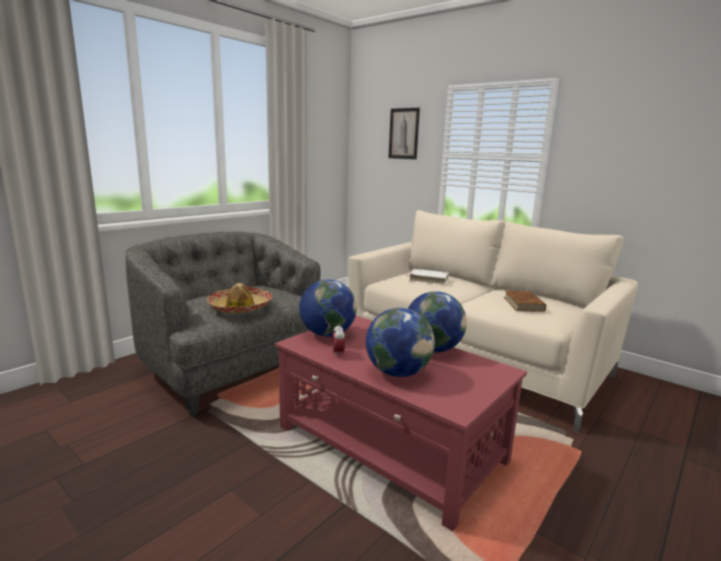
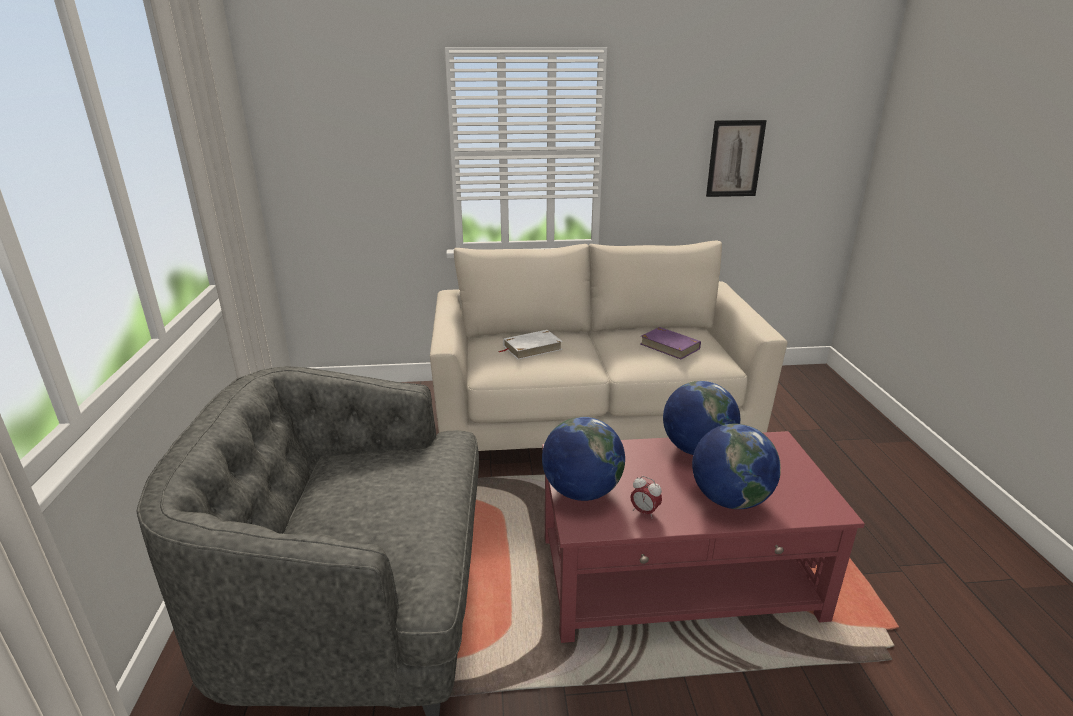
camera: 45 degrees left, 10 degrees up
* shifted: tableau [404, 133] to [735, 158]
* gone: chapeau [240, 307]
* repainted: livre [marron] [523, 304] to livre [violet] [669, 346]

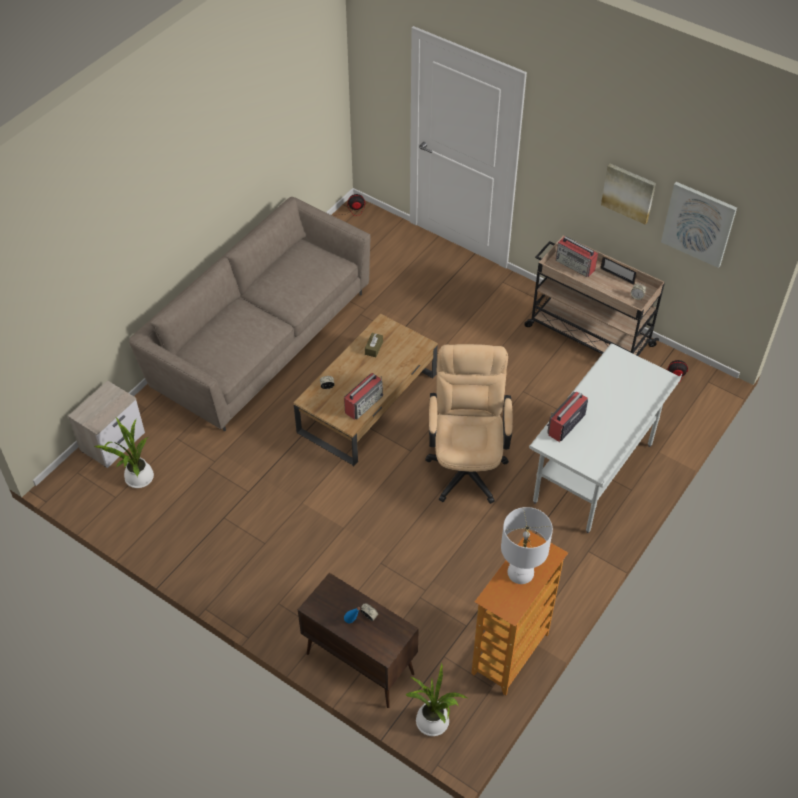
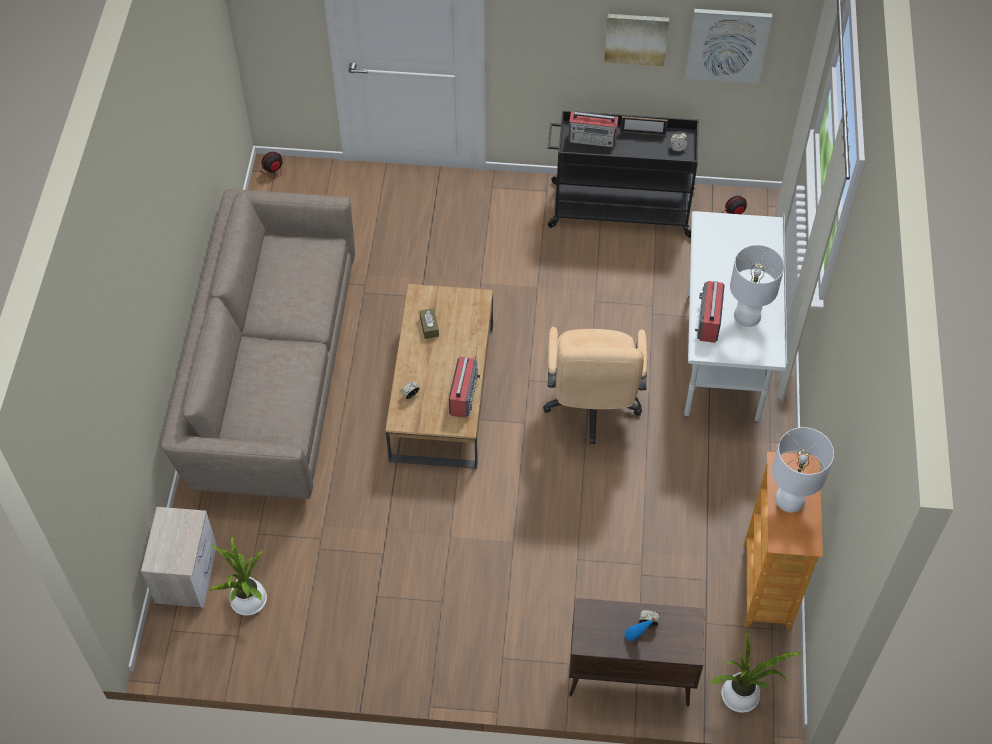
camera: 30 degrees left, 5 degrees up
* repainted: chariot [beige] [587, 335] to chariot [noir] [619, 209]
* rotated: chaise de bureau [beige] [467, 464] = [591, 408] 150 degrees counterclockwise
* new: lampe de table [blanc] [747, 315]

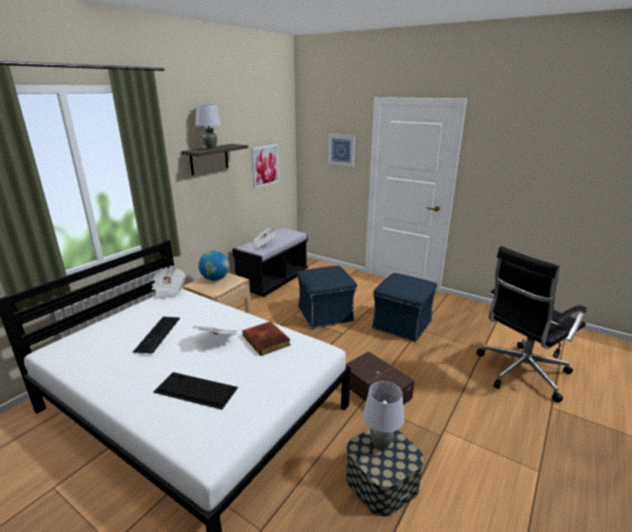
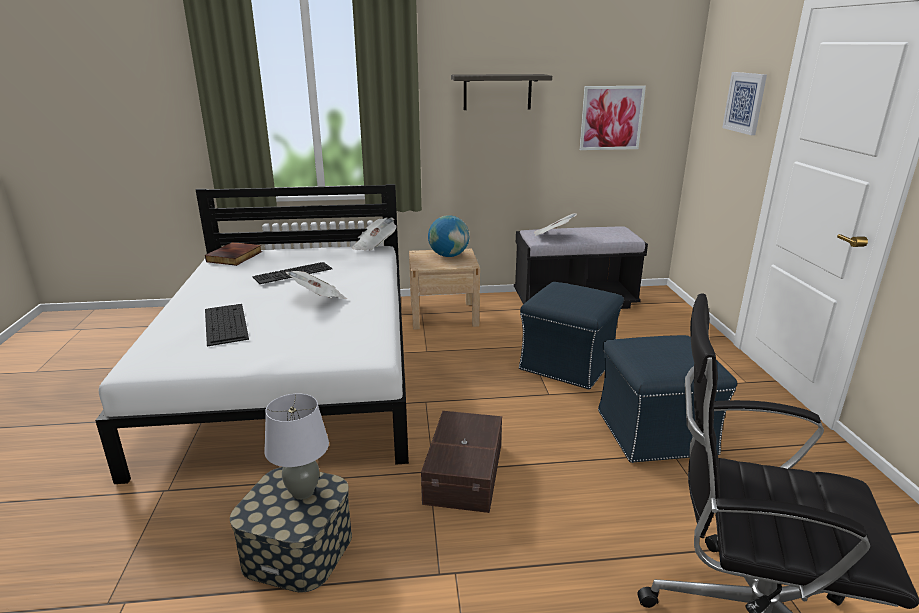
camera: 50 degrees right, 0 degrees up
* gone: lampe de table [gris] [211, 148]
* shifted: livre [267, 340] to [235, 257]

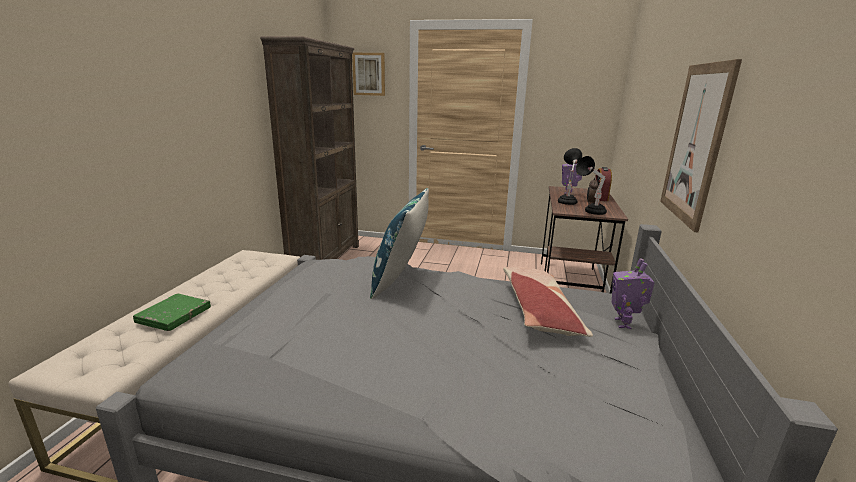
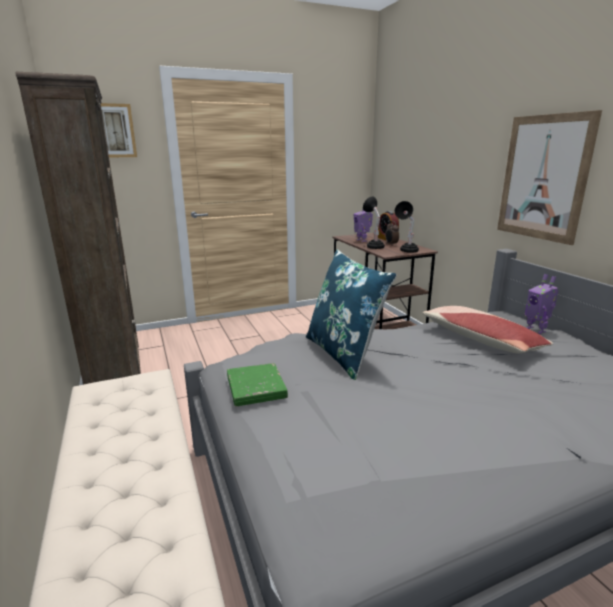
camera: 35 degrees left, 0 degrees up
* shifted: livre [vert] [174, 315] to [256, 388]

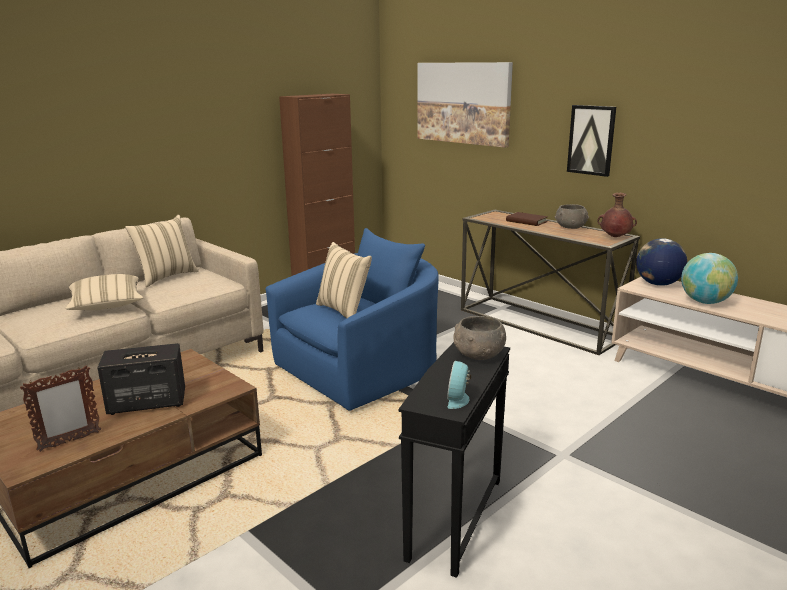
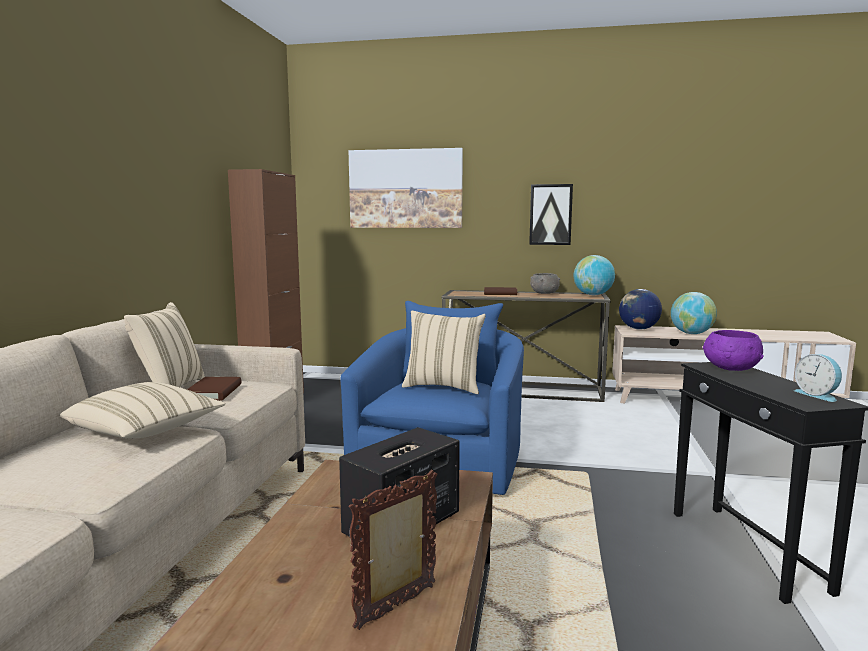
camera: 35 degrees left, 10 degrees down
* swapped: vase [marron] [614, 237] to globe [593, 295]
* repainted: bol [gris] [478, 355] to bol [violet] [730, 368]
* rotated: cadre photo [69, 441] = [397, 607] 150 degrees counterclockwise
* new: livre [marron] [214, 392]

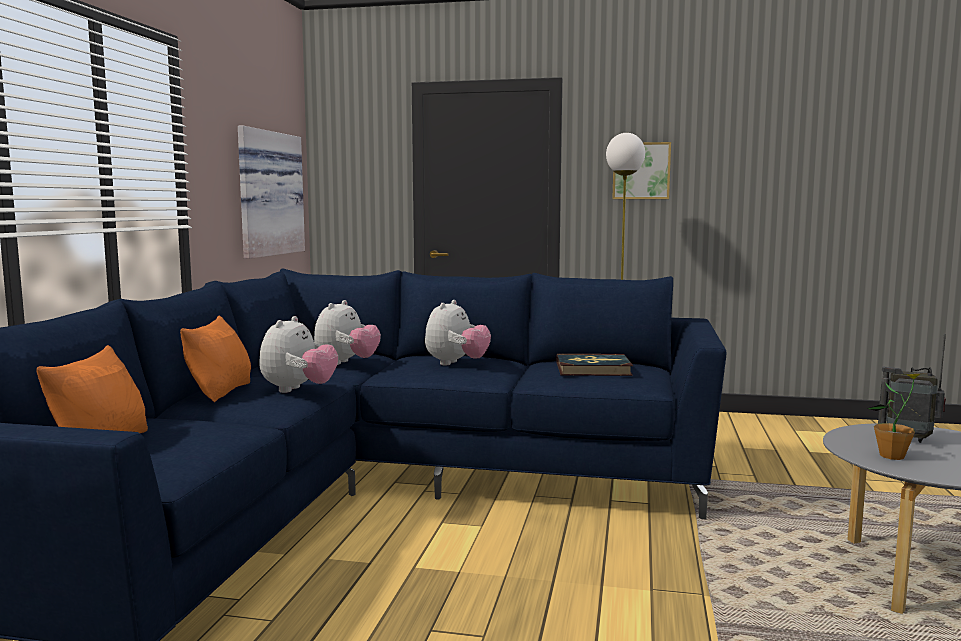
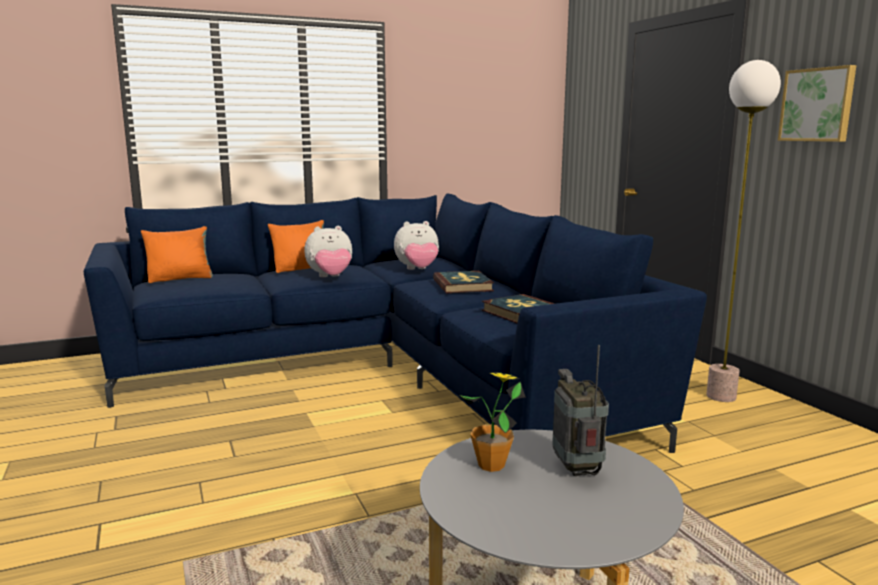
camera: 55 degrees right, 5 degrees up
* gone: tableau [267, 193]
* swapped: peluche [456, 364] to livre [463, 285]

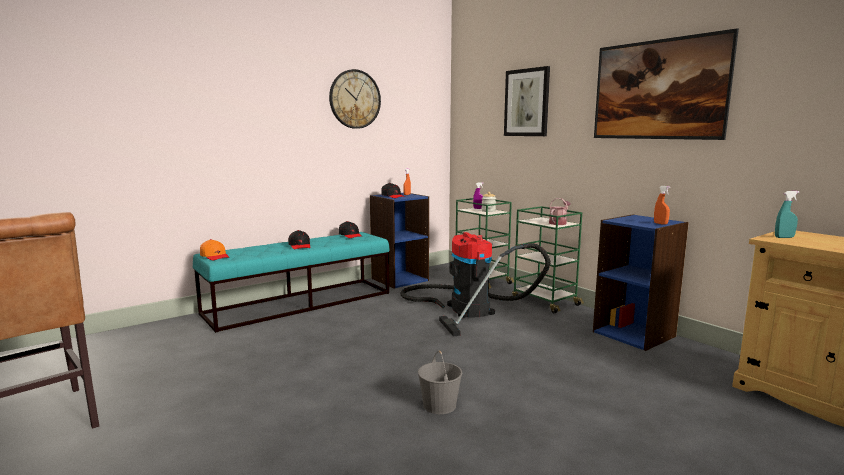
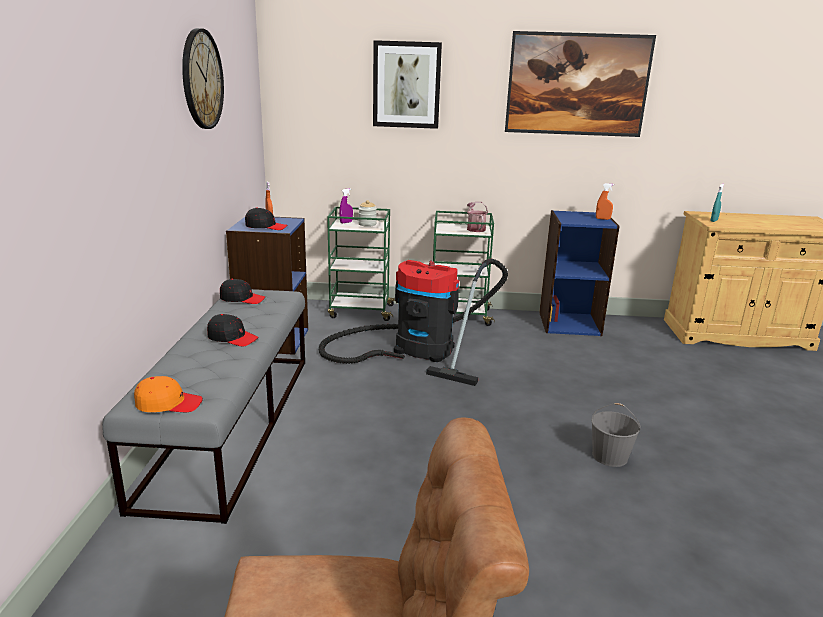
camera: 50 degrees left, 10 degrees up
* repainted: banc [turquoise] [300, 303] to banc [gris] [231, 423]

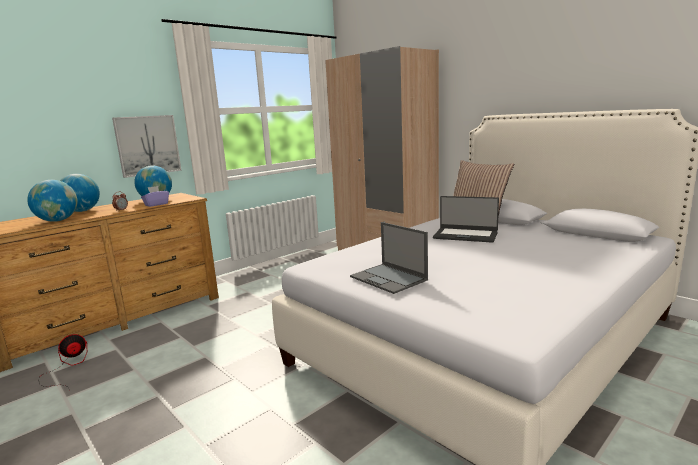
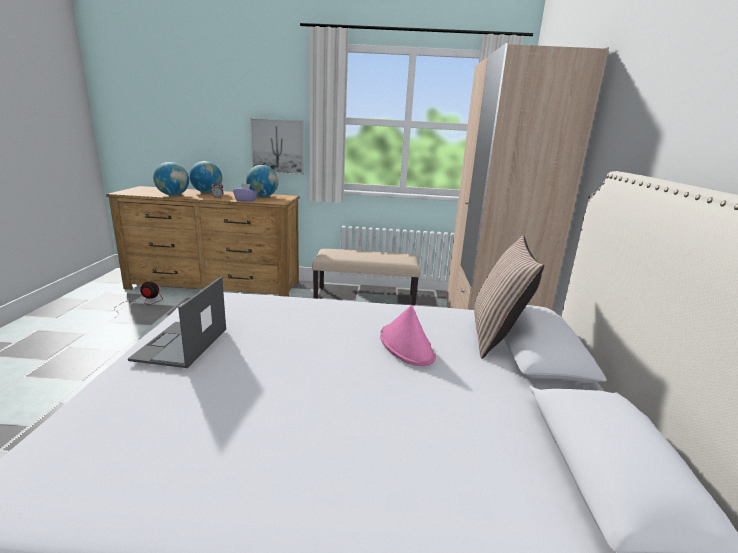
camera: 45 degrees right, 5 degrees up
* swapped: ordinateur portable [465, 235] to chapeau [rose] [407, 345]
* new: banc [beige] [365, 297]

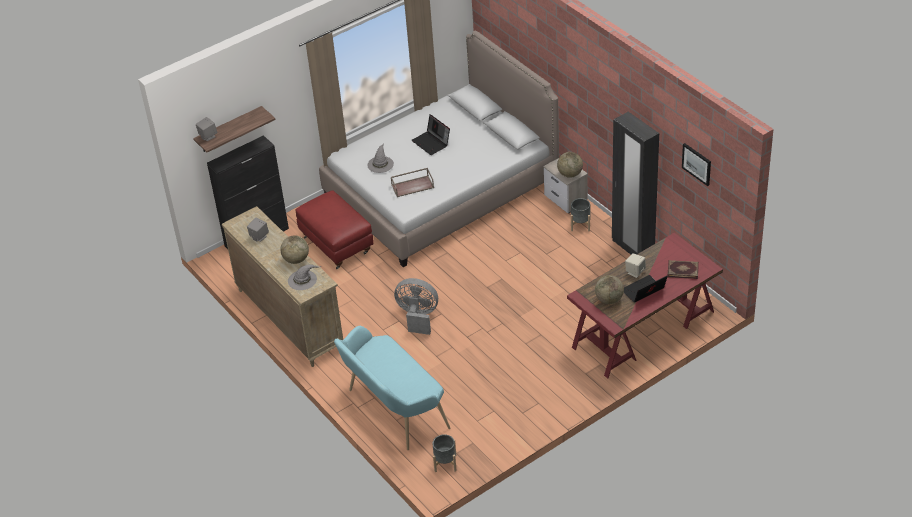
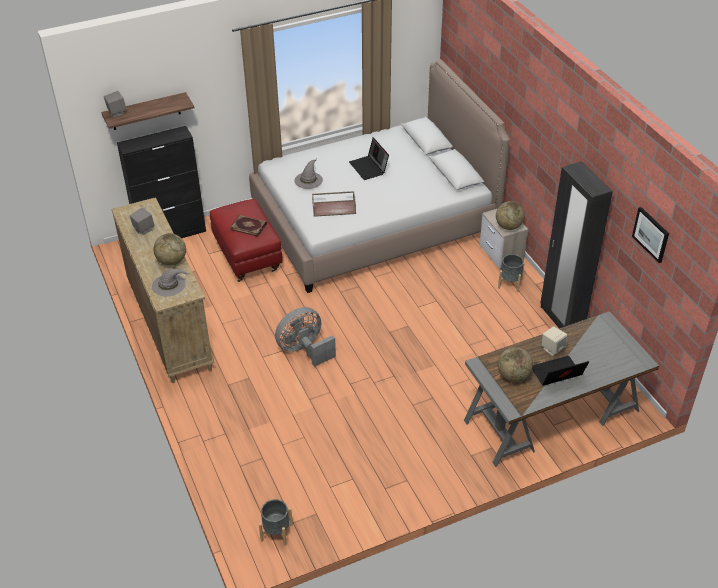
camera: 10 degrees right, 0 degrees up
* repainted: bureau [rouge] [643, 330] to bureau [gris] [552, 416]
* shifted: livre [683, 270] to [248, 226]
* rotated: ventilateur [gris] [418, 317] = [304, 350] 60 degrees counterclockwise
* gone: banc [turquoise] [393, 410]

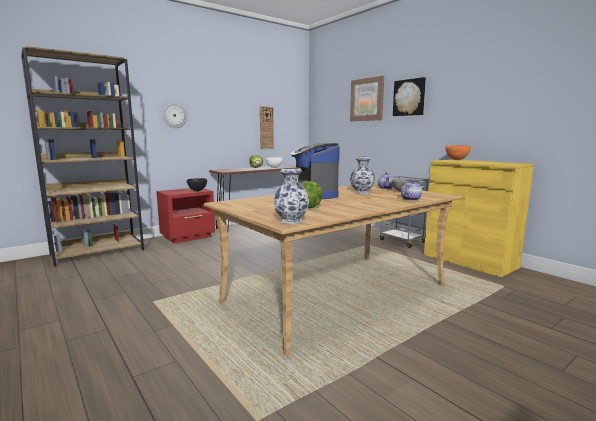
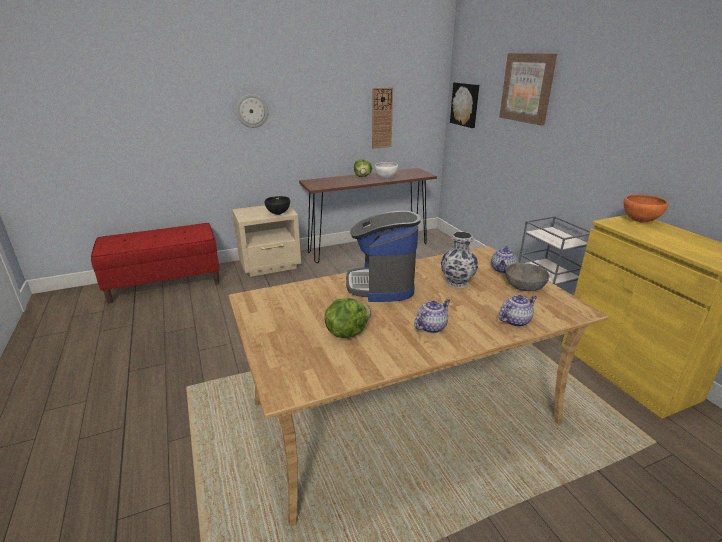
camera: 15 degrees right, 15 degrees up
* swapped: bibliothèque [marron] [98, 252] to banc [rouge] [165, 283]
* shifted: tableau [409, 97] to [465, 104]
* gone: vase [292, 221]
* repainted: table de chevet [rouge] [188, 237] to table de chevet [beige] [271, 265]
* new: théière [431, 327]

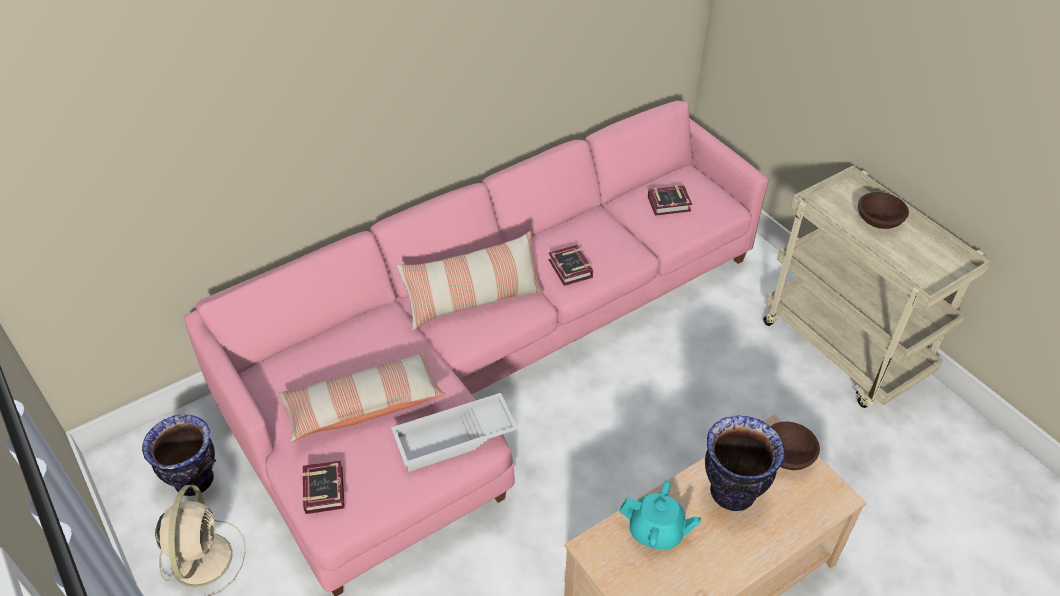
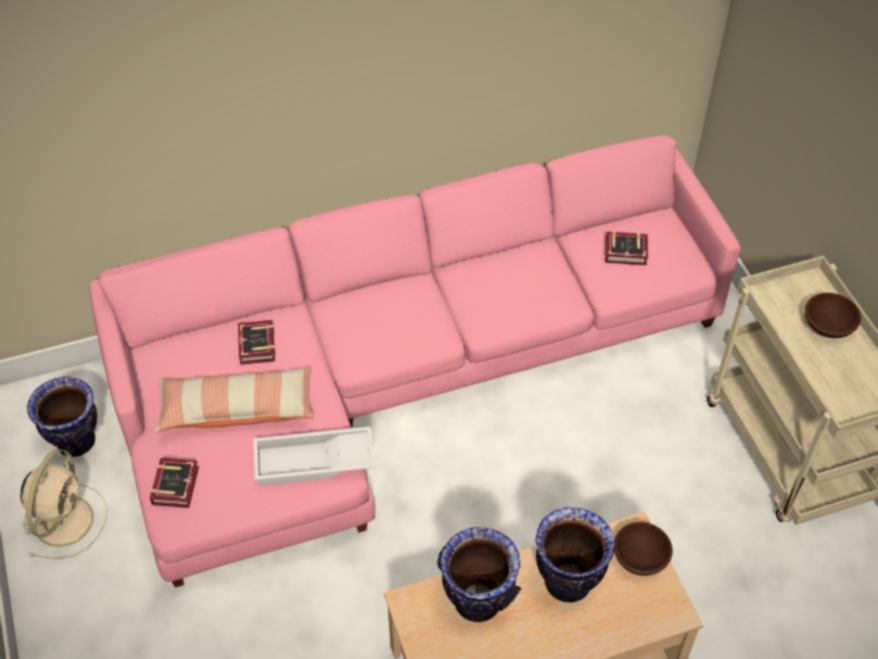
camera: 15 degrees right, 5 degrees up
* gone: coussin [473, 301]
* shifted: livre [570, 270] to [255, 347]
* swapped: théière [turquoise] [656, 531] to vase [477, 602]

